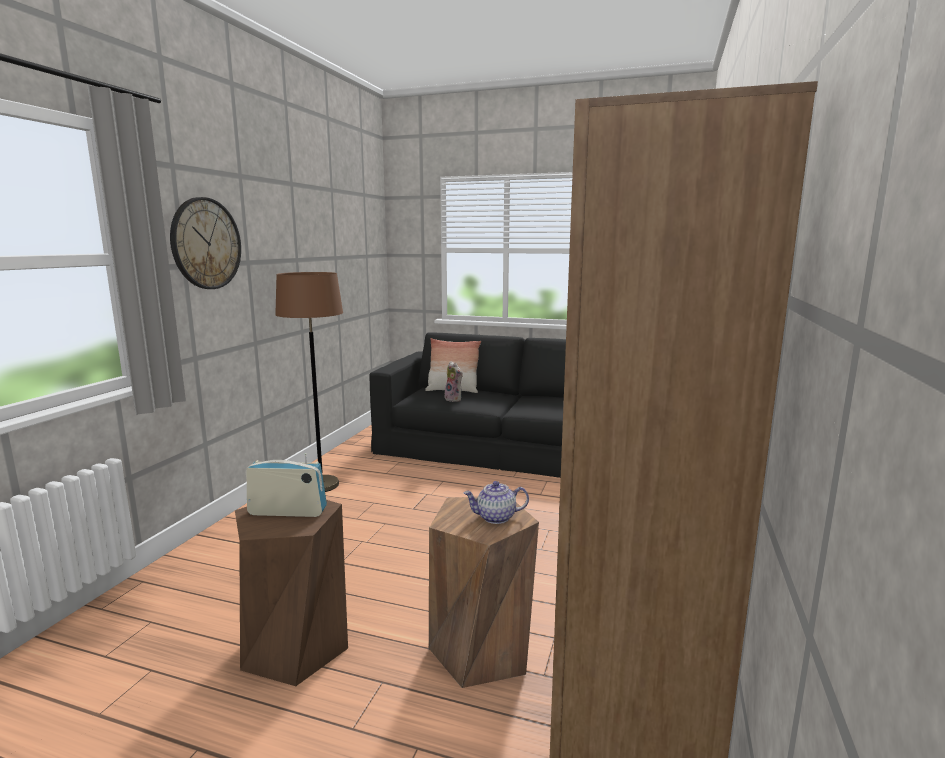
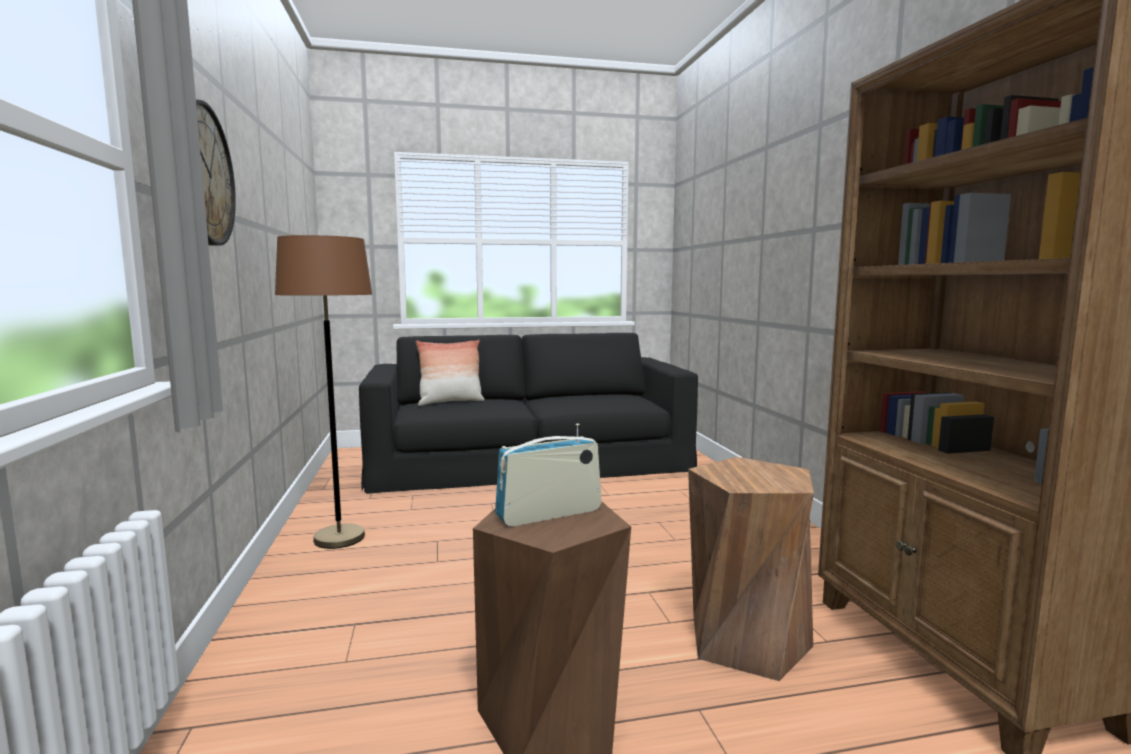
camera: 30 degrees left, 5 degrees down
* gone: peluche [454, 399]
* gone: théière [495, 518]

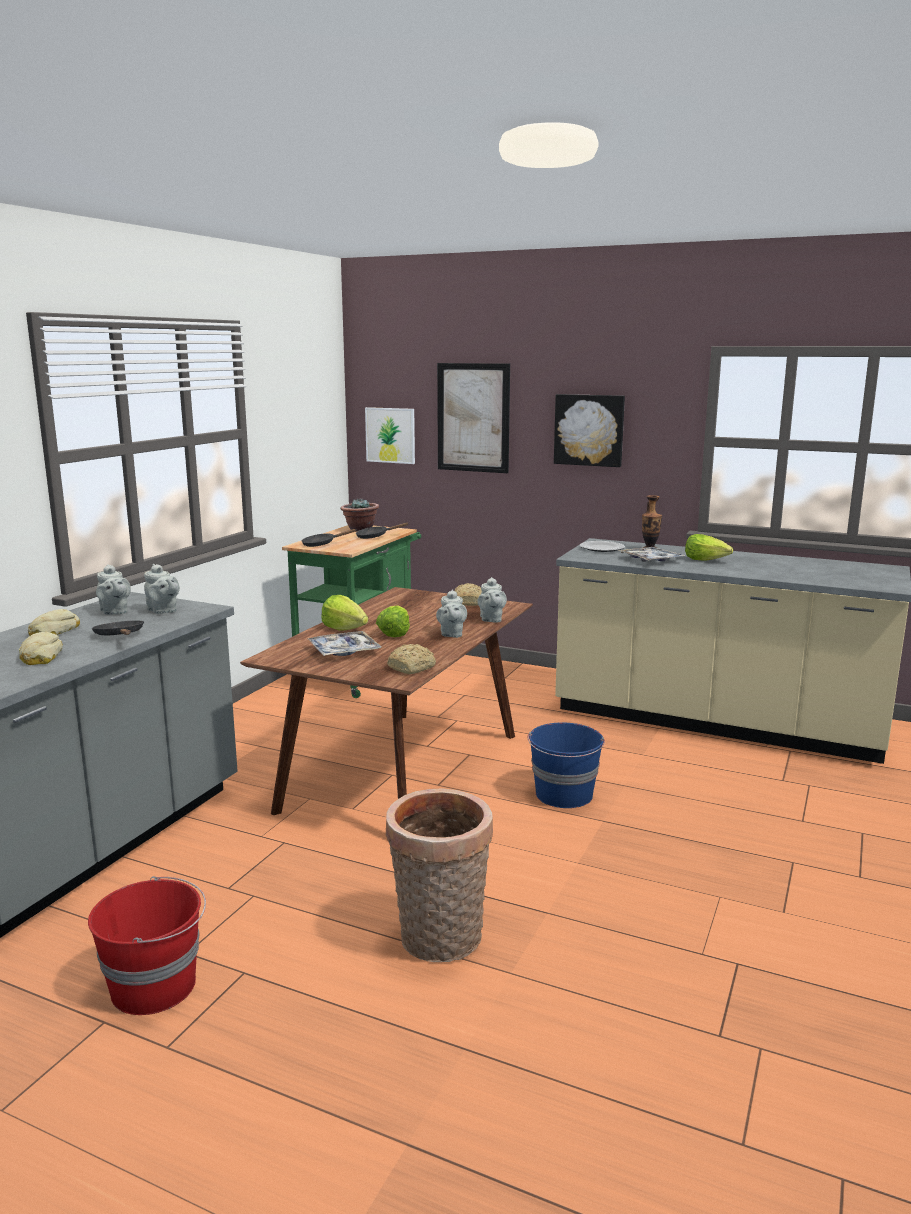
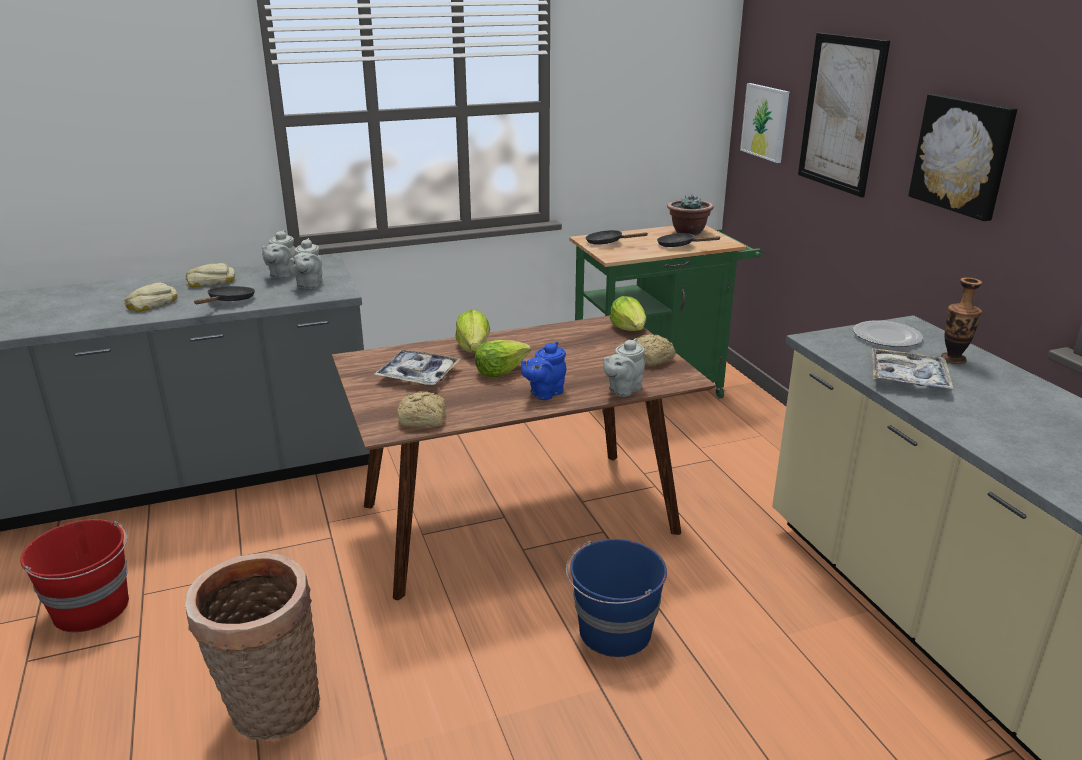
camera: 45 degrees right, 10 degrees up
* shifted: laitue [706, 560] to [629, 329]
* repainted: théière [gris] [451, 634] to théière [bleu] [544, 393]

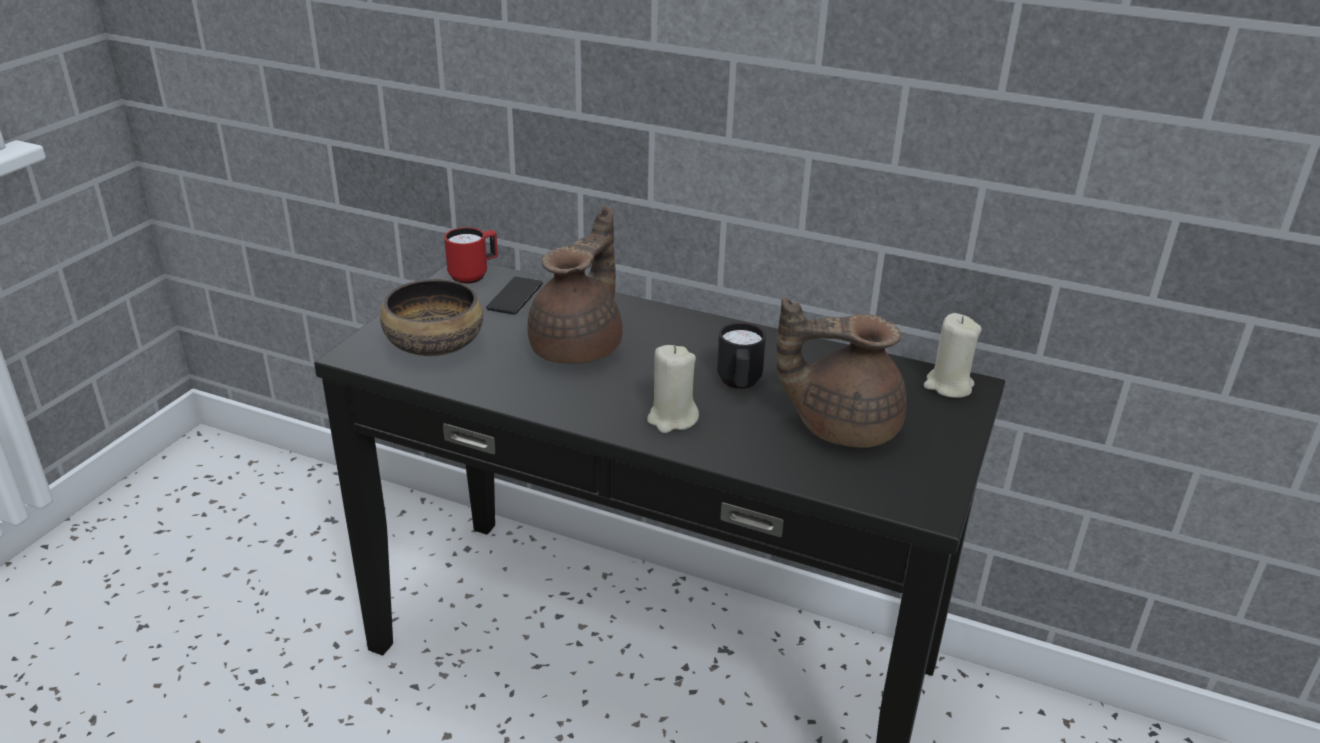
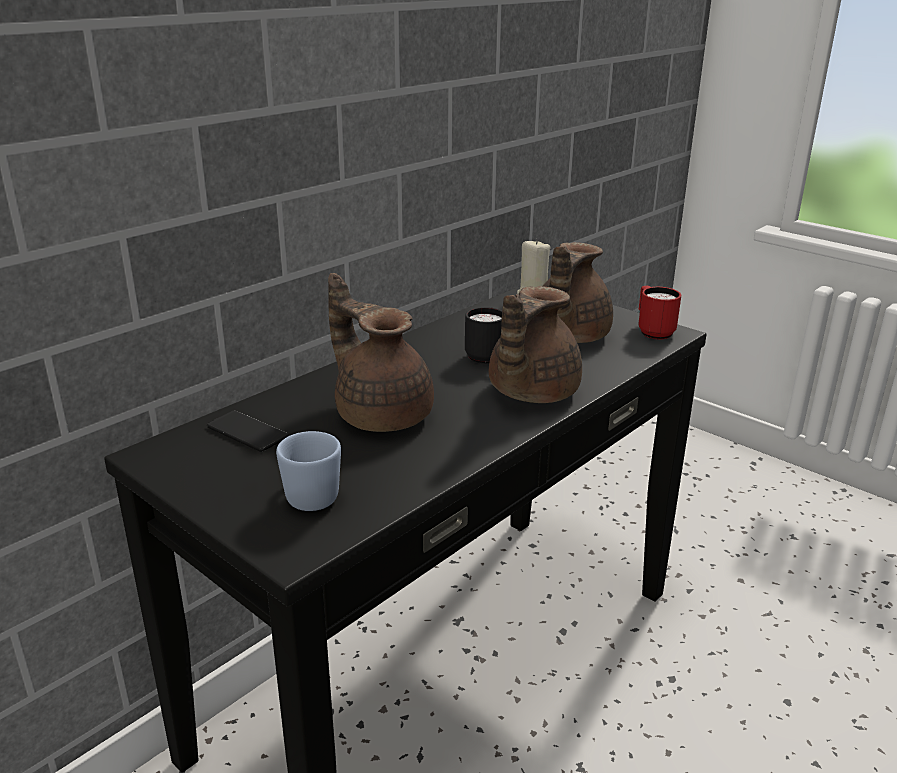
camera: 70 degrees left, 5 degrees down
* shifted: mug [rouge] [474, 275] to [653, 331]
* swapped: bol [433, 343] to mug [bleu] [311, 494]
* swapped: bougie [beige] [672, 419] to théière [marron] [530, 393]

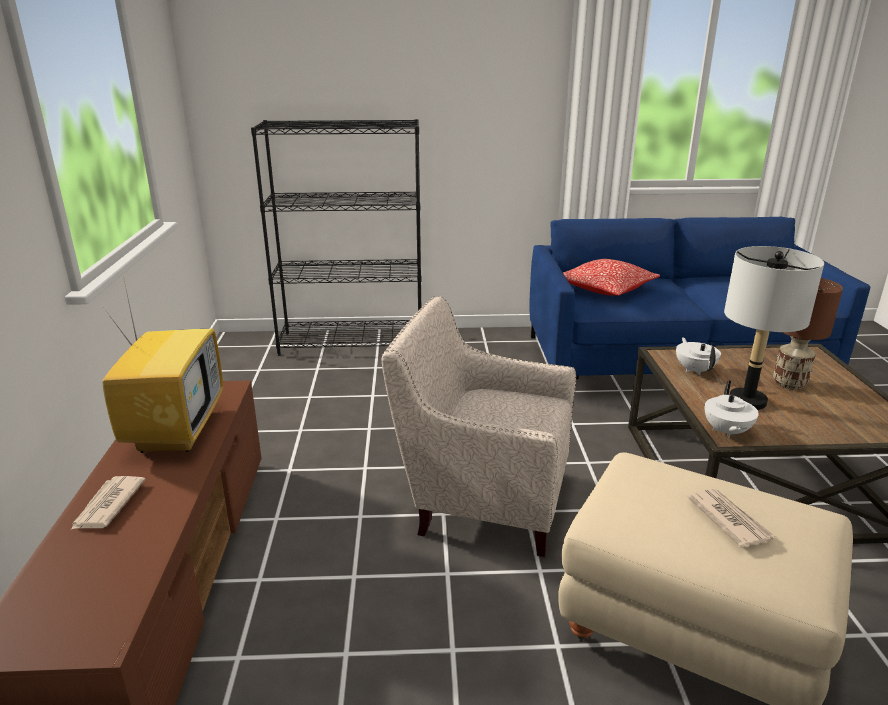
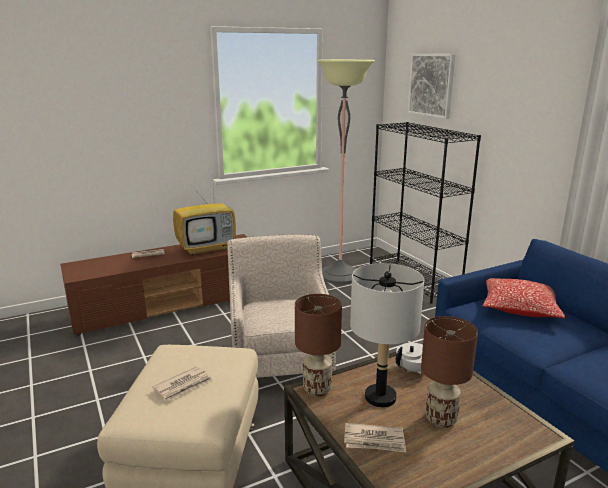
camera: 65 degrees right, 5 degrees down
* swapped: théière [blanc] [726, 432] to lampe de table [marron] [316, 389]
* new: tableau [431, 85]
* new: lampadaire [340, 275]
* new: journal [374, 440]

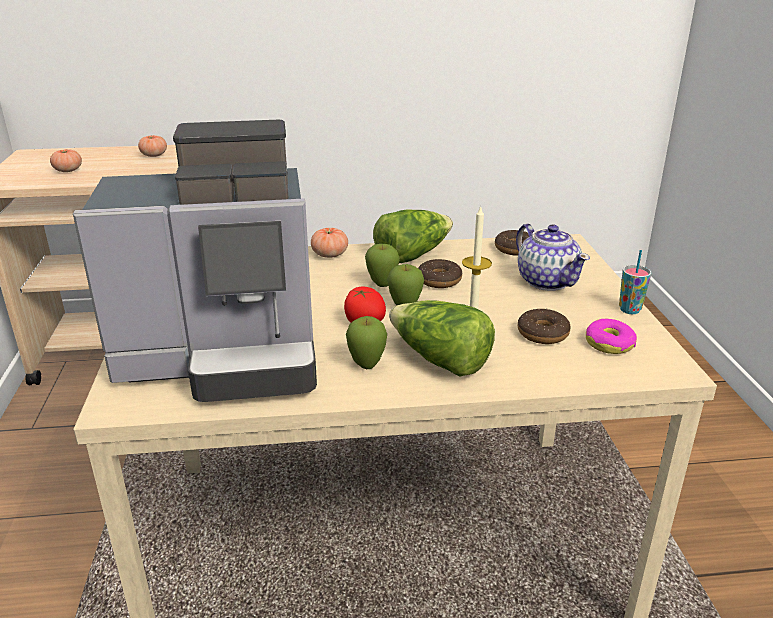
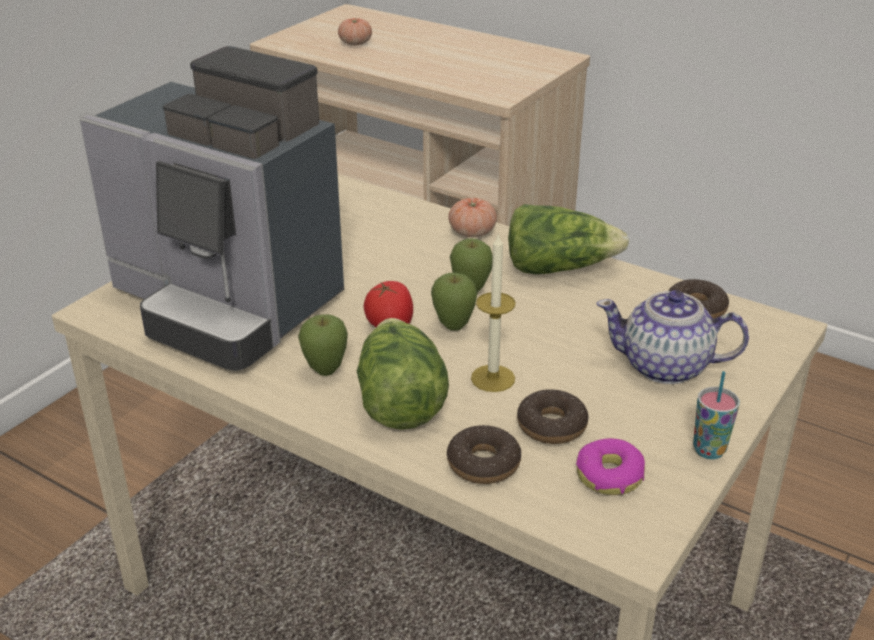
camera: 40 degrees right, 5 degrees up
* gone: tomate [154, 155]
* rotated: théière [547, 281] = [666, 367] 90 degrees clockwise
* shifted: beignet [439, 280] to [483, 464]

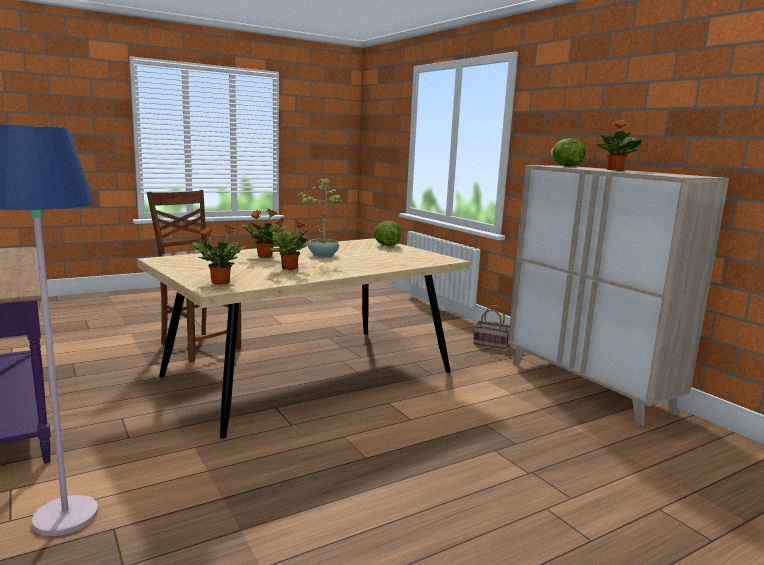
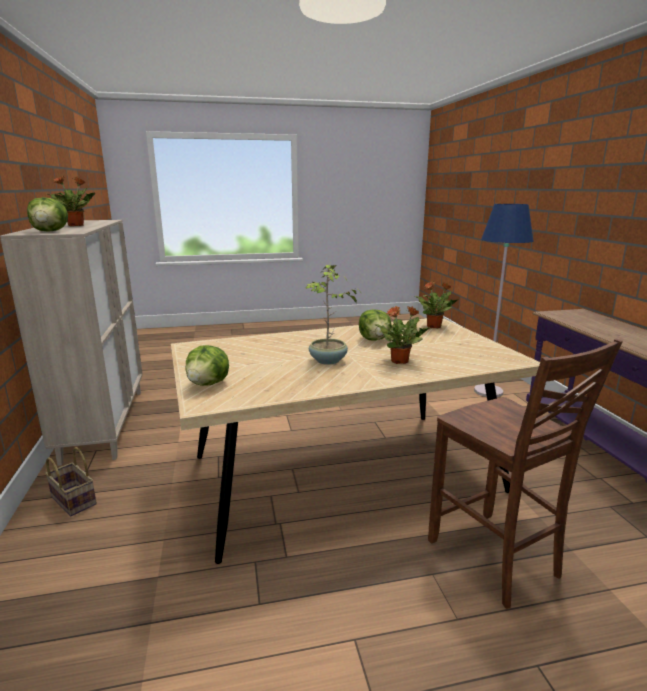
camera: 160 degrees left, 5 degrees up
* swapped: plante en pot [290, 268] to laitue [375, 339]

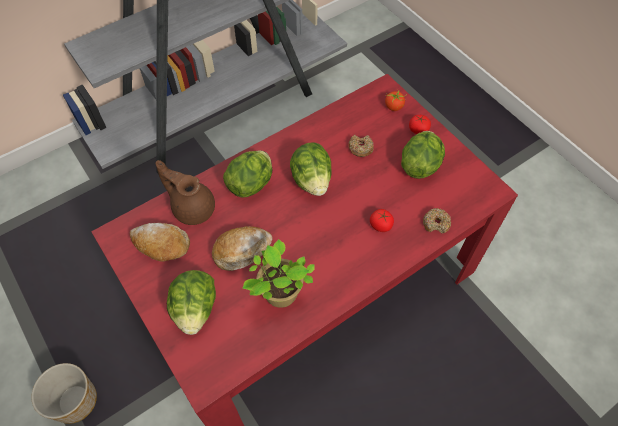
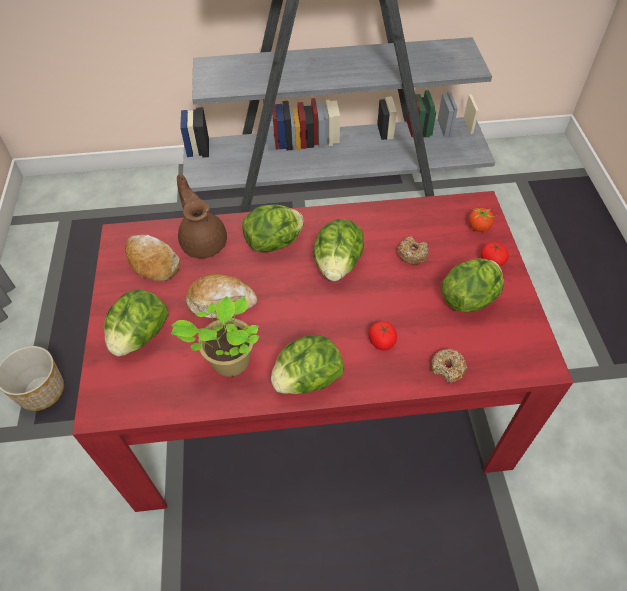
camera: 30 degrees right, 5 degrees down
* new: laitue [307, 379]

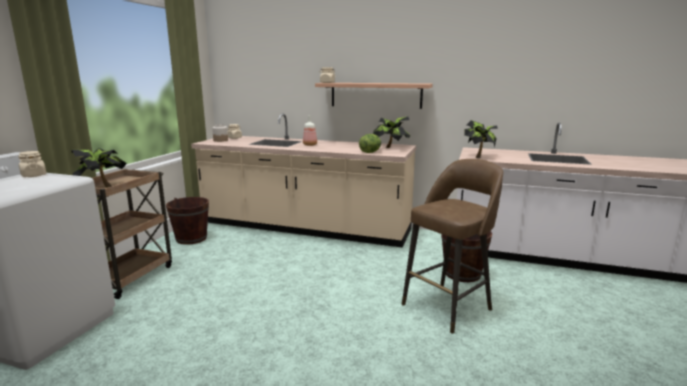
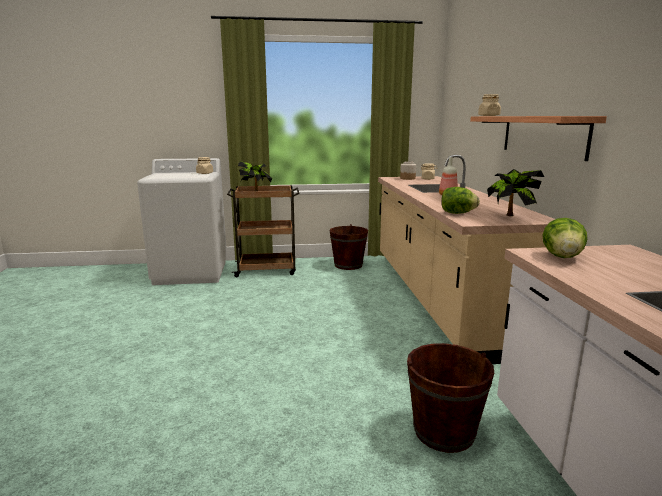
camera: 65 degrees right, 0 degrees up
* swapped: plante en pot [479, 156] to laitue [562, 257]
* gone: tabouret [marron] [448, 306]

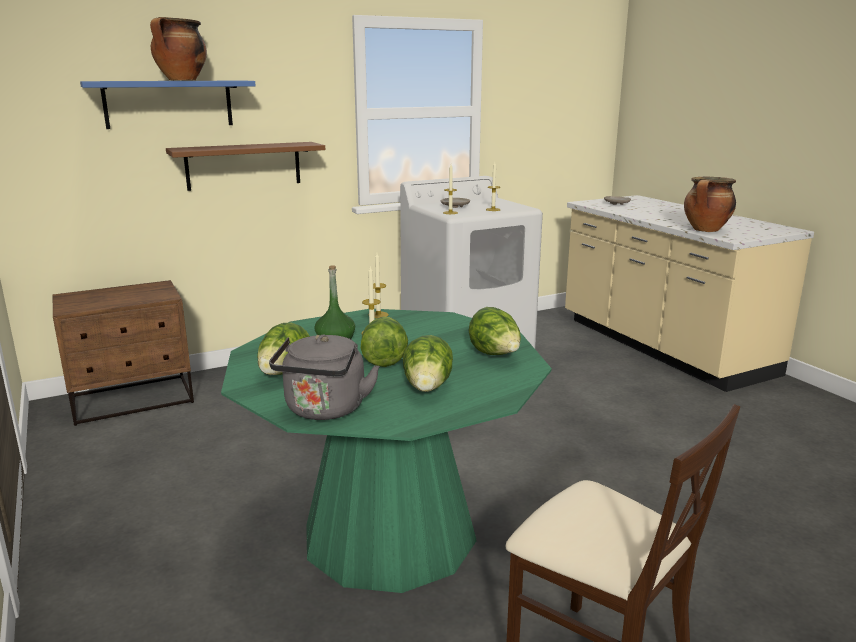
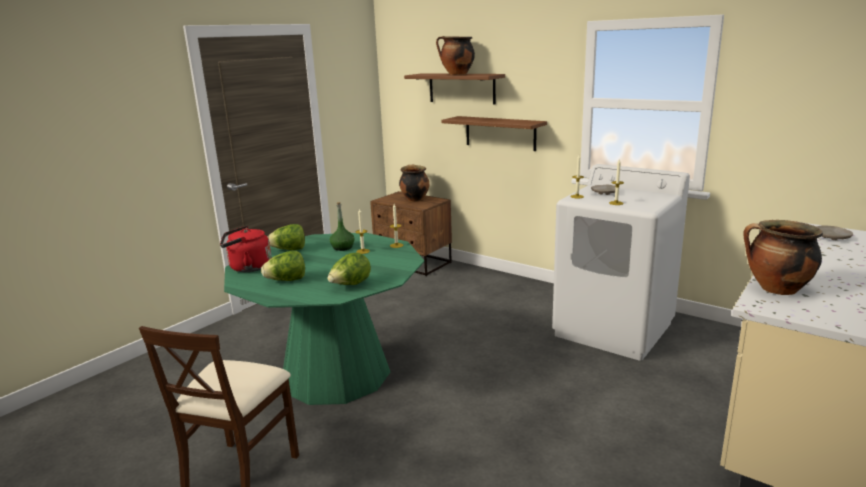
camera: 65 degrees right, 0 degrees up
* repainted: étagère [bleu] [168, 104] to étagère [marron] [461, 88]
* gone: laitue [384, 359]
* repainted: bouilloire [gris] [324, 410] to bouilloire [rouge] [247, 268]
* new: marmite [414, 199]

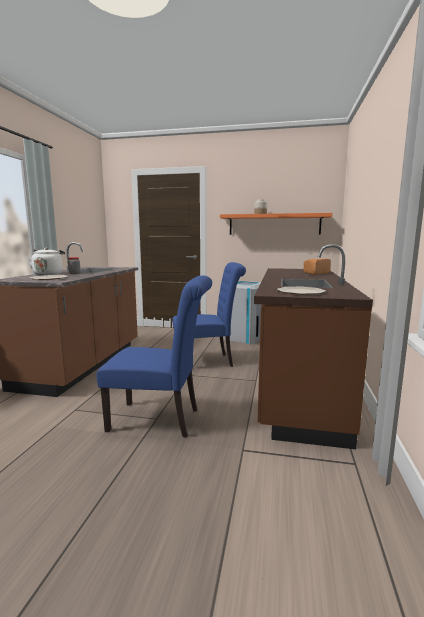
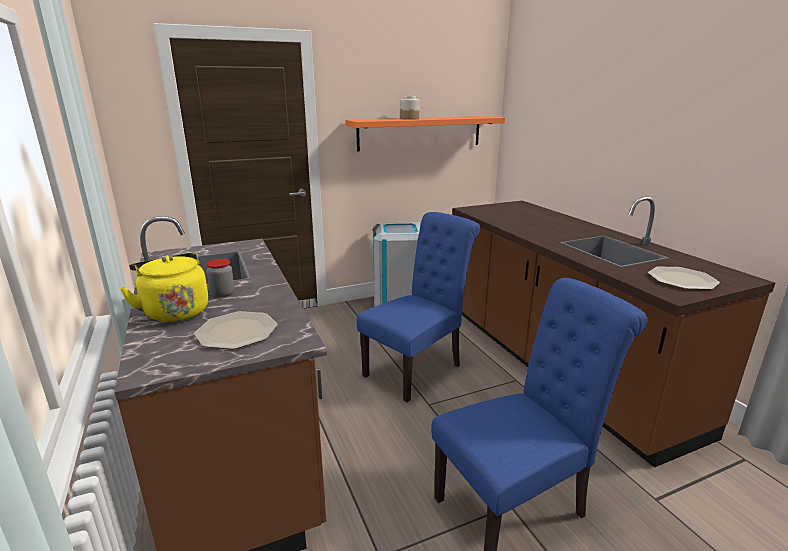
camera: 35 degrees left, 10 degrees up
* repainted: bouilloire [blanc] [48, 274] to bouilloire [jaune] [175, 311]
* gone: pain [315, 273]

